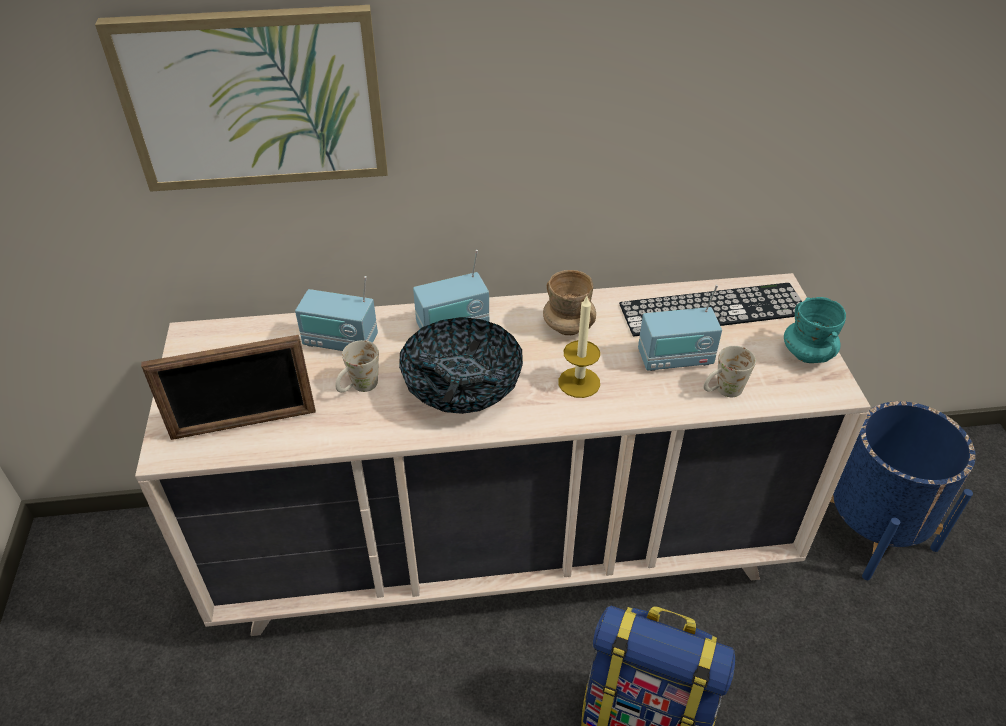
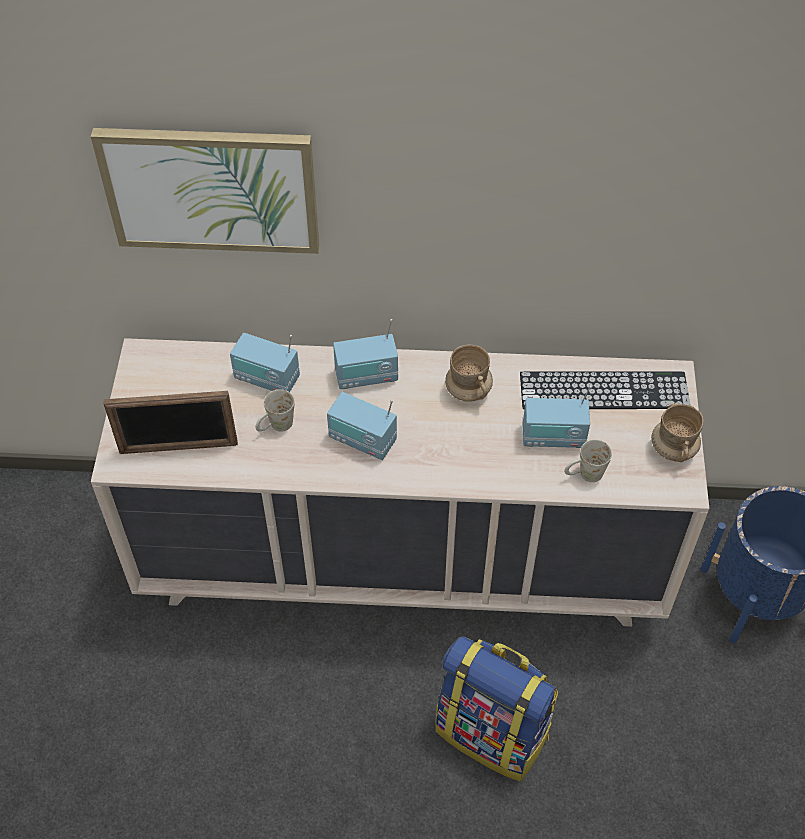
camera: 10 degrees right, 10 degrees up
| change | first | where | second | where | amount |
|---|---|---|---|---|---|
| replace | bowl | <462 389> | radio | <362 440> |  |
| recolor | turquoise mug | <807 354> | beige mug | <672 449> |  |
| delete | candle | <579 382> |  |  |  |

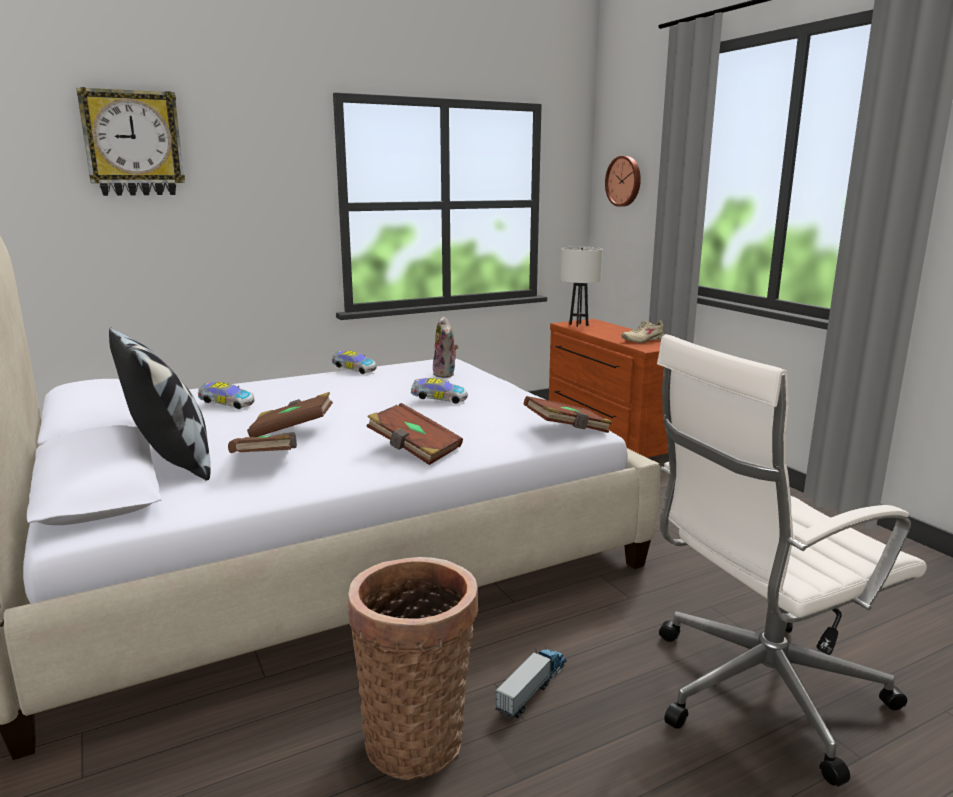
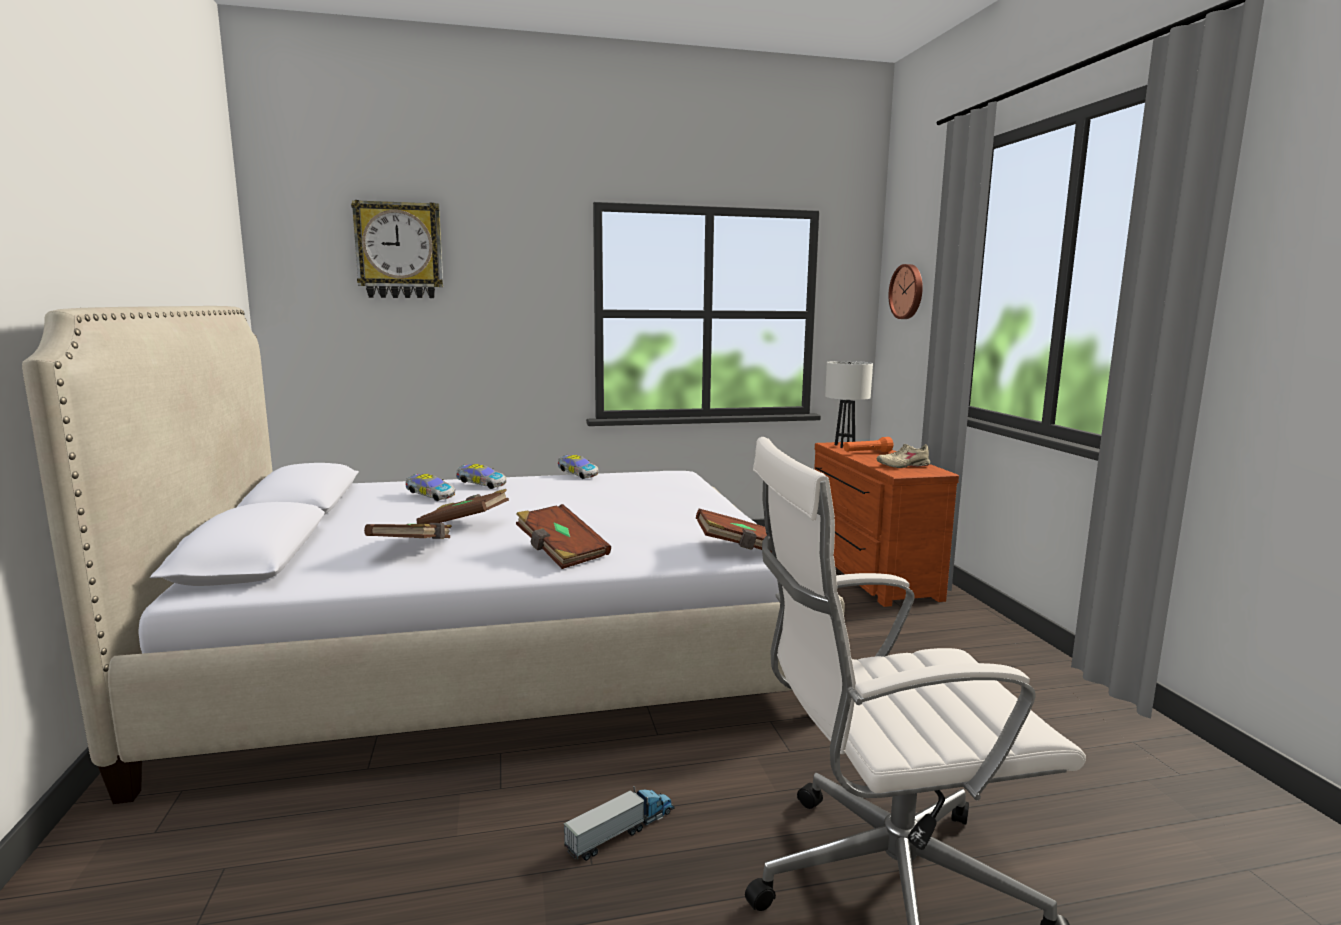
camera: 15 degrees right, 5 degrees down
| change | first | where | second | where | amount |
|---|---|---|---|---|---|
| move | toy car | <438 400> |  | <480 485> |  |
| insert |  |  | orange flashlight | <867 453> |  |
| delete | pillow | <171 461> |  |  |  |
| delete | basket | <417 736> |  |  |  |
| delete | plush toy | <446 374> |  |  |  |

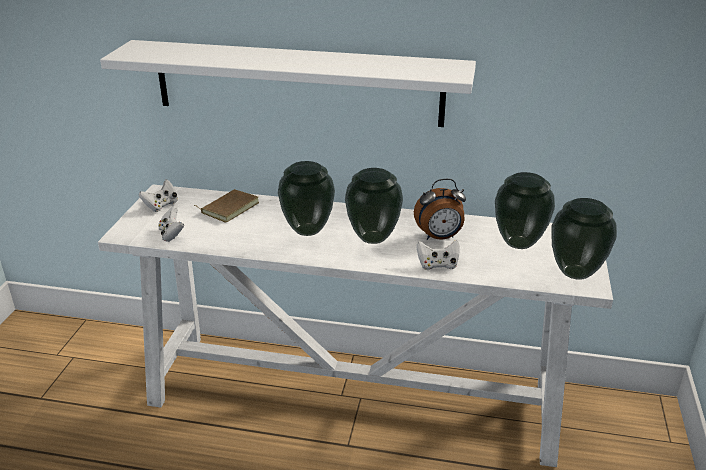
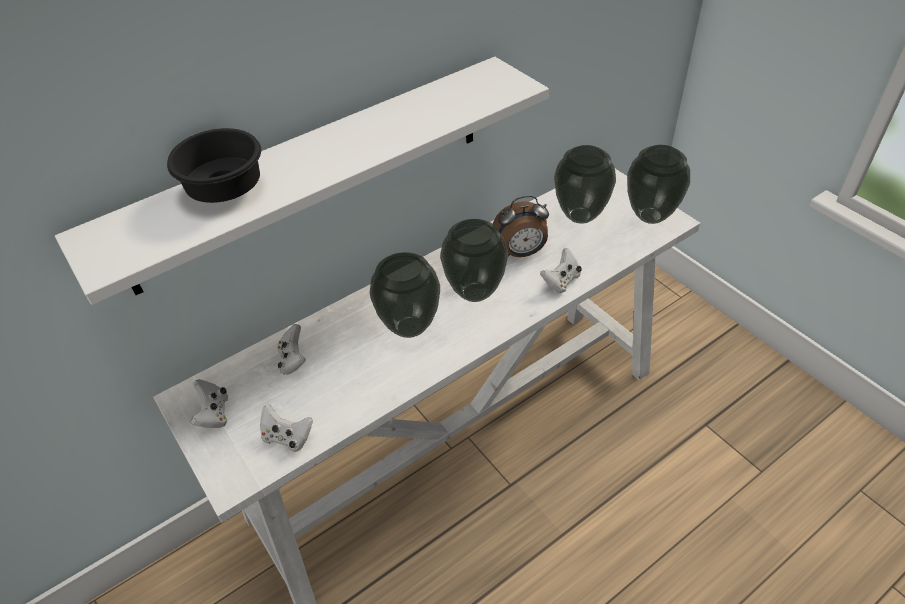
camera: 45 degrees left, 15 degrees up
| change | first | where | second | where | amount |
|---|---|---|---|---|---|
| insert |  |  | black bowl | <226 191> |  |
| replace | brown book | <229 208> | white game controller | <293 360> |  |
| rotate | alarm clock | <439 237> |  | <521 252> | 45 degrees clockwise |

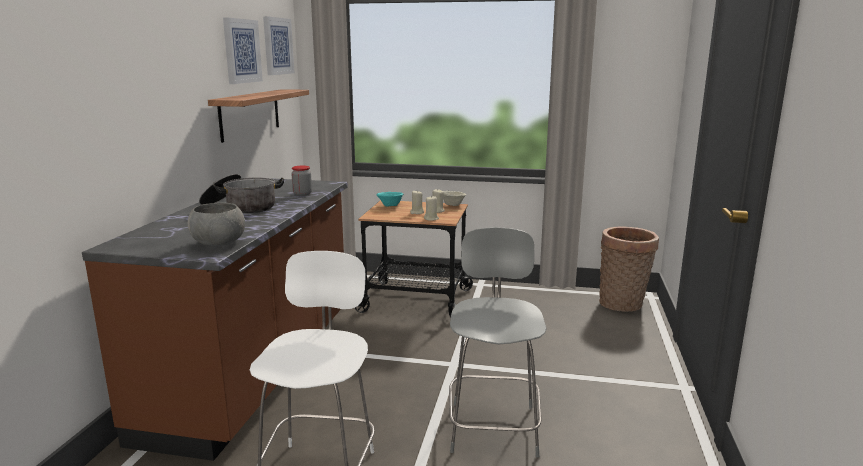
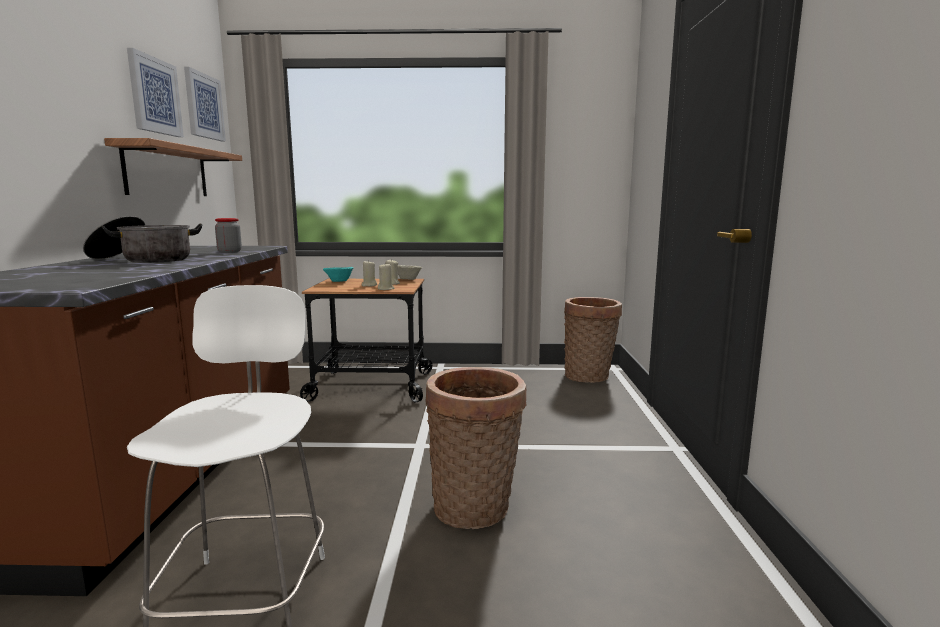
camera: 10 degrees left, 5 degrees down
| change | first | where | second | where | amount |
|---|---|---|---|---|---|
| replace | grey chair | <493 426> | basket | <476 509> |  |
| delete | grey bowl | <218 243> |  |  |  |

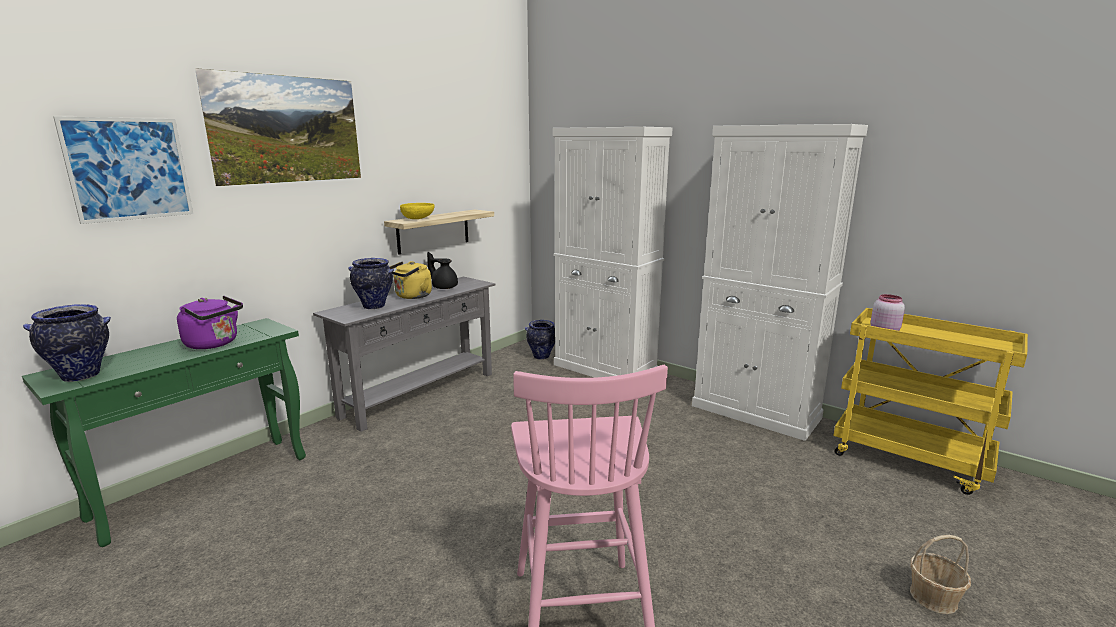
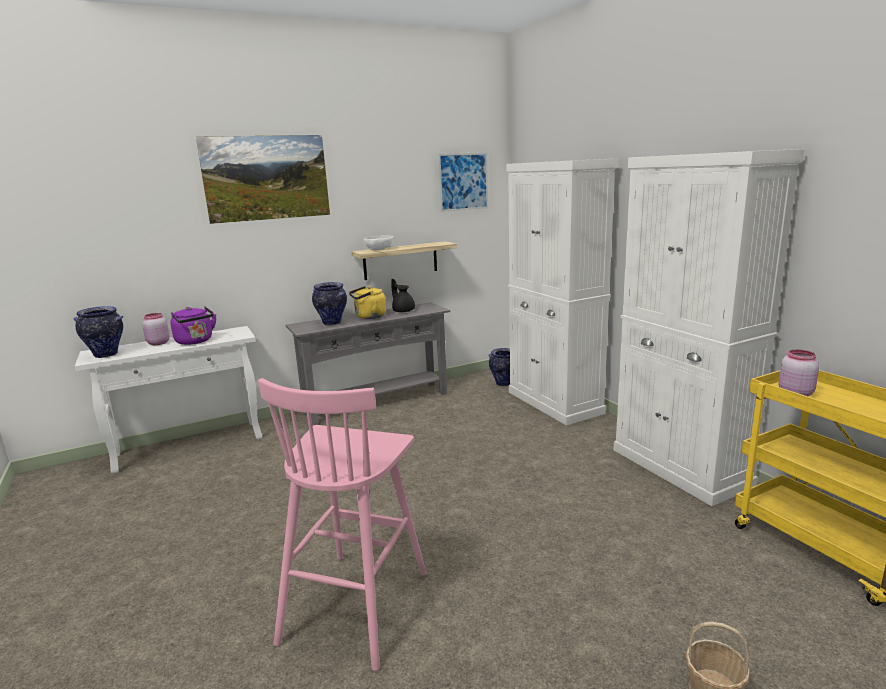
camera: 25 degrees right, 0 degrees up
| change | first | where | second | where | amount |
|---|---|---|---|---|---|
| recolor | green console table | <205 485> | white console table | <190 446> |  |
| insert |  |  | pink jar | <158 343> |  |
| recolor | yellow bowl | <418 219> | white bowl | <379 250> |  |
| move | picture | <129 169> |  | <463 181> |  |

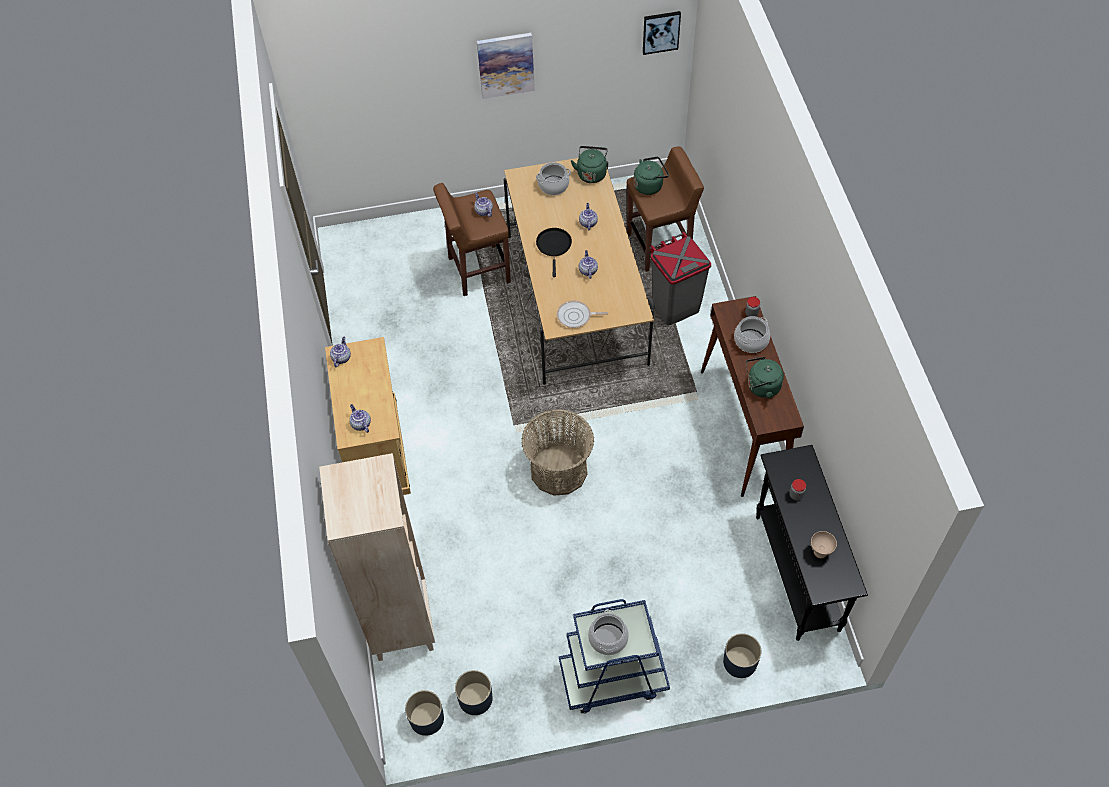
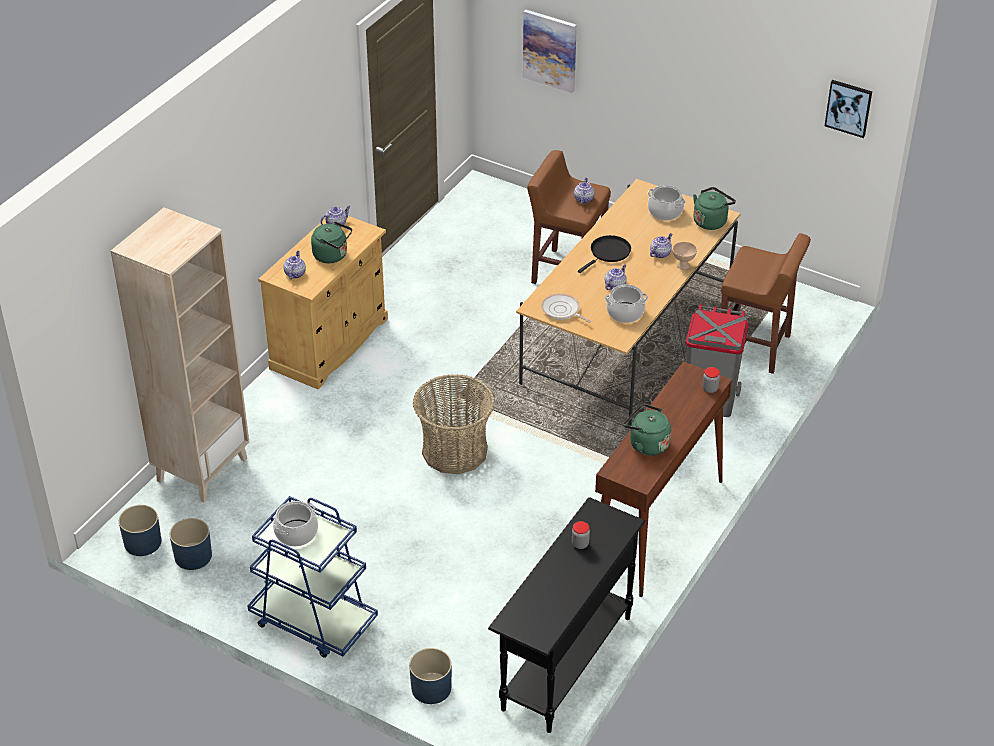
camera: 40 degrees right, 15 degrees down
| change | first | where | second | where | amount |
|---|---|---|---|---|---|
| move | green kettle | <649 185> |  | <332 256> |  |
| move | picture | <506 65> |  | <550 50> |  |
| move | cooking pot | <750 341> |  | <625 312> |  |
| move | beige bowl | <820 552> |  | <682 265> |  |

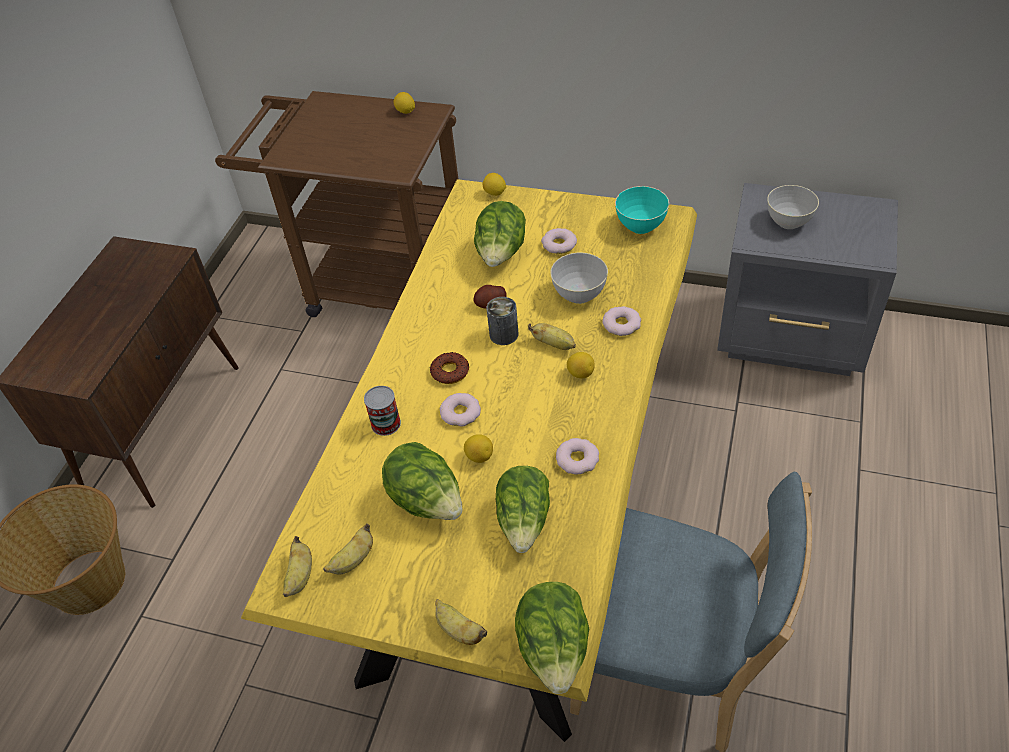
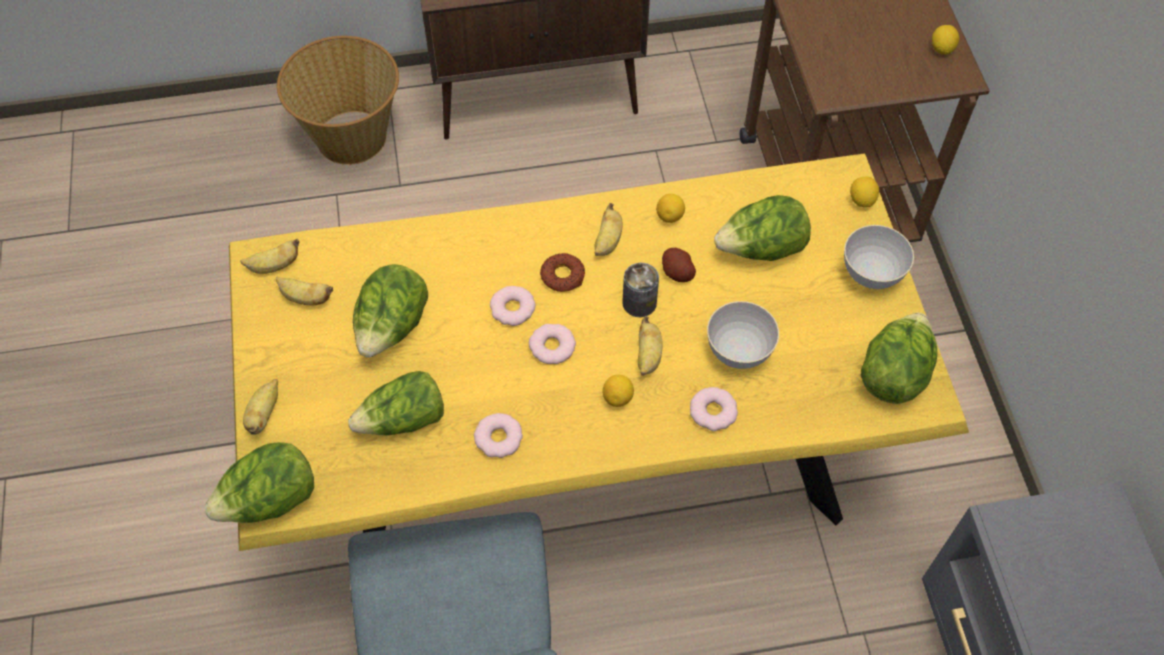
camera: 60 degrees right, 10 degrees up
| change | first | where | second | where | amount |
|---|---|---|---|---|---|
| move | donut | <559 244> |  | <552 347> |  |
| insert |  |  | banana | <607 241> |  |
| move | lemon | <479 456> |  | <670 216> |  |
| move | grey bowl | <788 222> |  | <871 274> |  |
| replace | turquoise bowl | <640 226> | lettuce | <893 374> |  |
| delete | can | <386 423> |  |  |  |

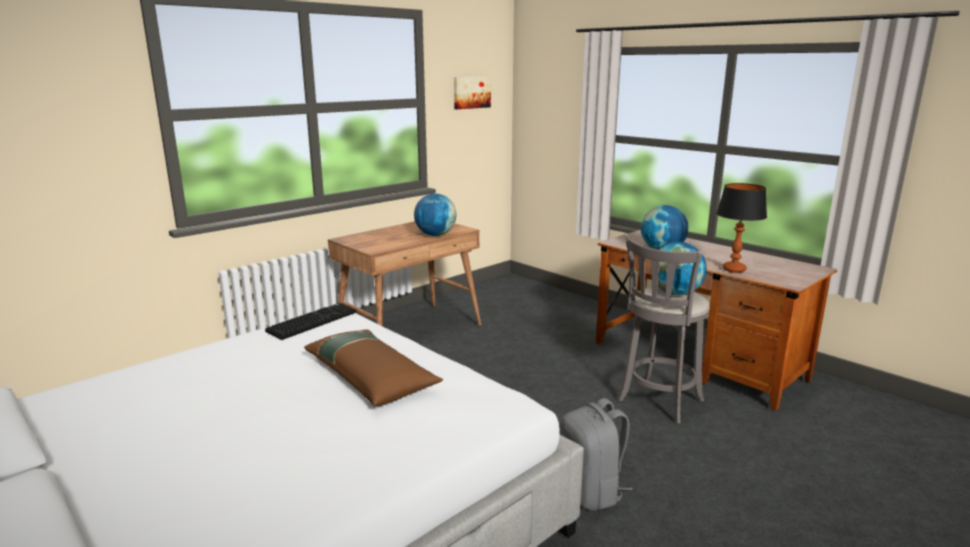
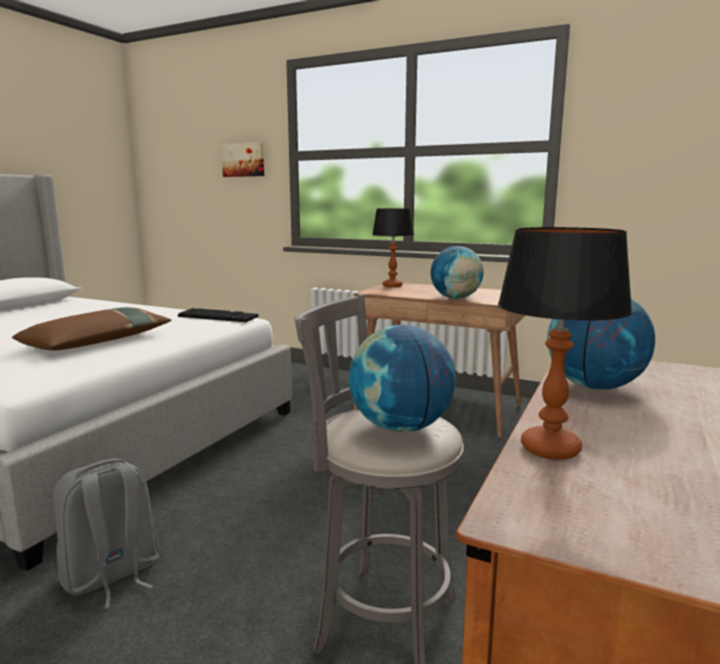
camera: 70 degrees right, 5 degrees down
| change | first | where | second | where | amount |
|---|---|---|---|---|---|
| move | picture | <471 92> |  | <244 160> |  |
| insert |  |  | table lamp | <392 286> |  |

